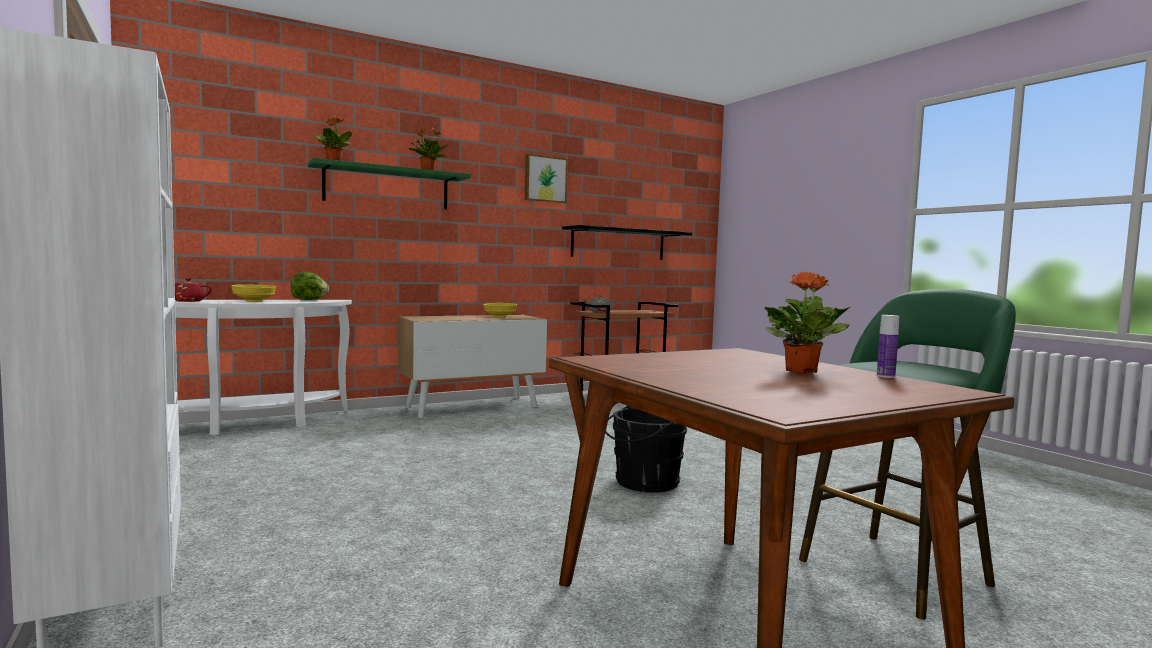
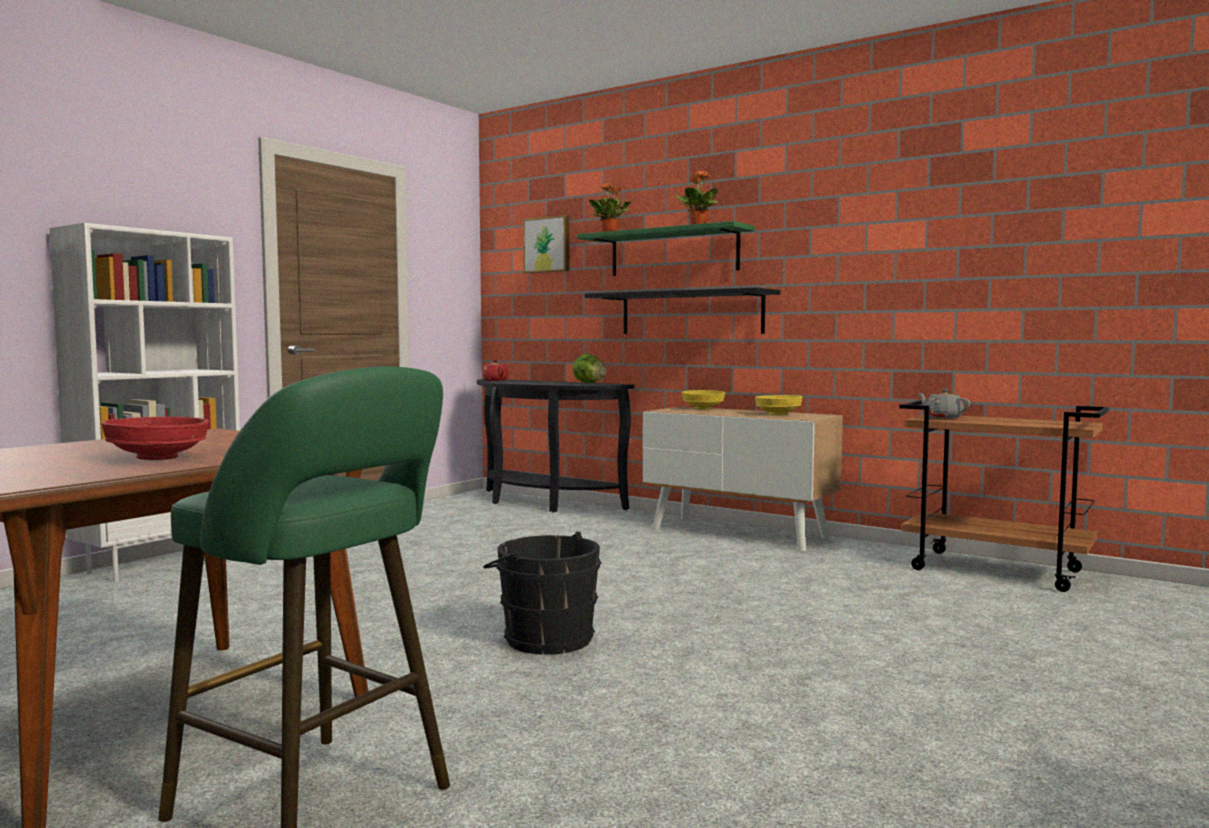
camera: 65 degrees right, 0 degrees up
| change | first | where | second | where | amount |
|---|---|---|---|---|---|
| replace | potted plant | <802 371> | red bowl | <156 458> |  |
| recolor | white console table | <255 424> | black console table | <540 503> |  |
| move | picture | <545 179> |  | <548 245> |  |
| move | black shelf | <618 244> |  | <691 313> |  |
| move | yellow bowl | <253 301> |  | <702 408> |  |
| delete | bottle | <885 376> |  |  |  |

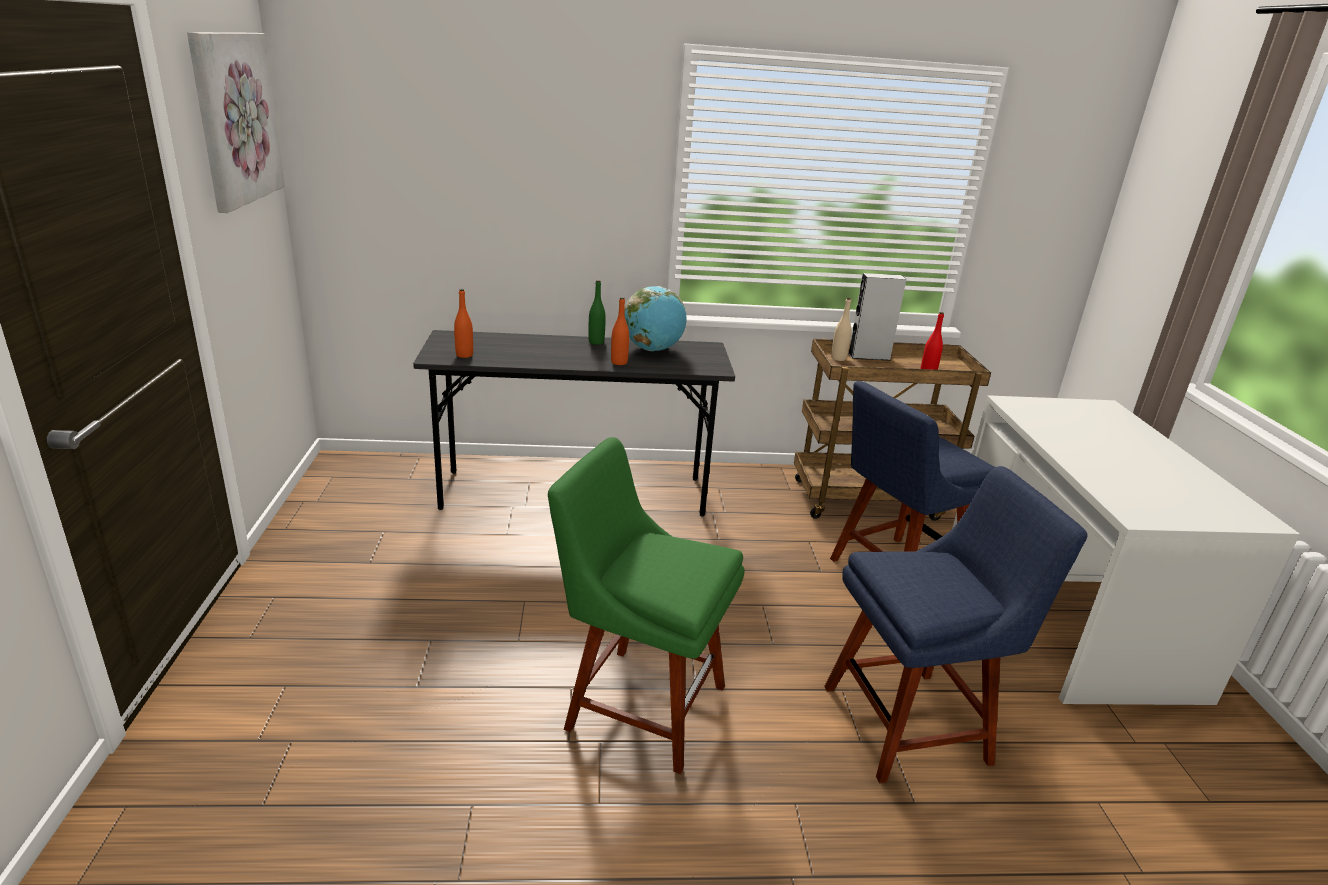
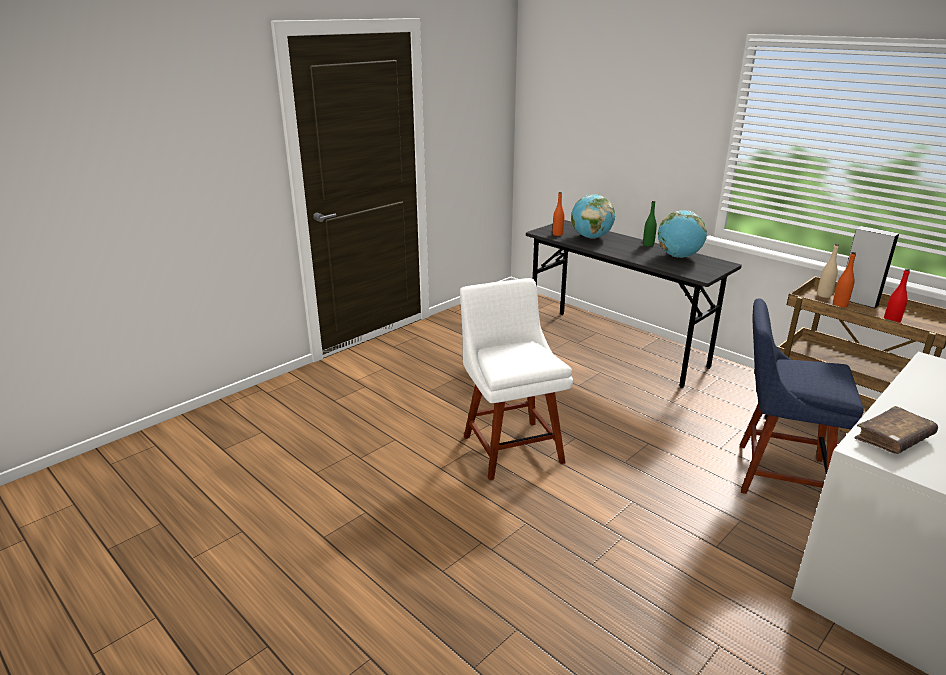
camera: 50 degrees right, 0 degrees up
| change | first | where | second | where | amount |
|---|---|---|---|---|---|
| recolor | green chair | <639 703> | white chair | <510 446> |  |
| insert |  |  | globe | <591 237> |  |
| move | orange bottle | <619 362> |  | <839 305> |  |
| insert |  |  | brown book | <893 439> |  |
| delete | picture | <235 118> |  |  |  |
| delete | blue chair | <913 723> |  |  |  |

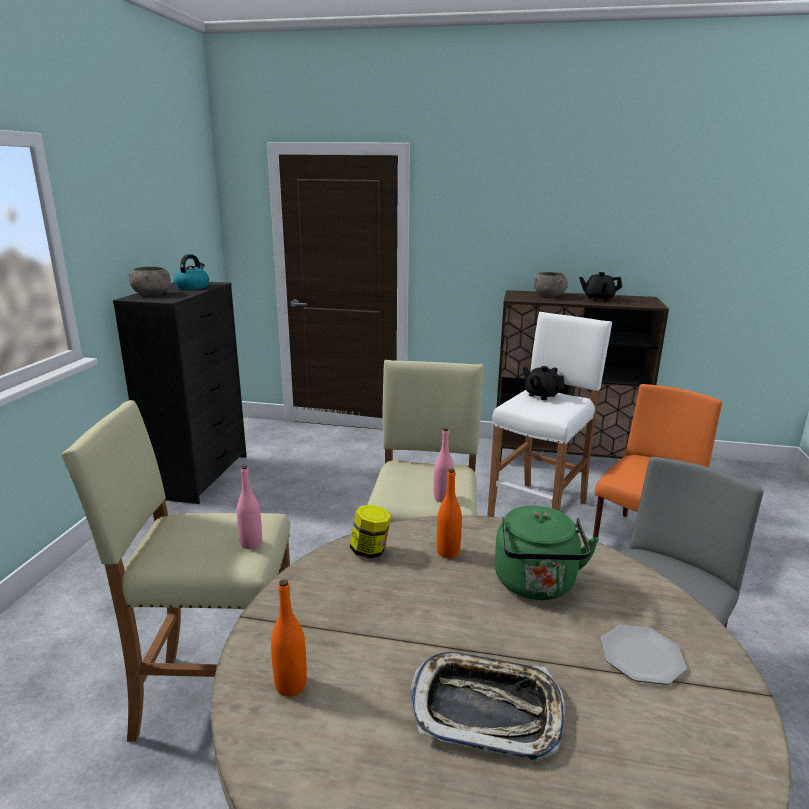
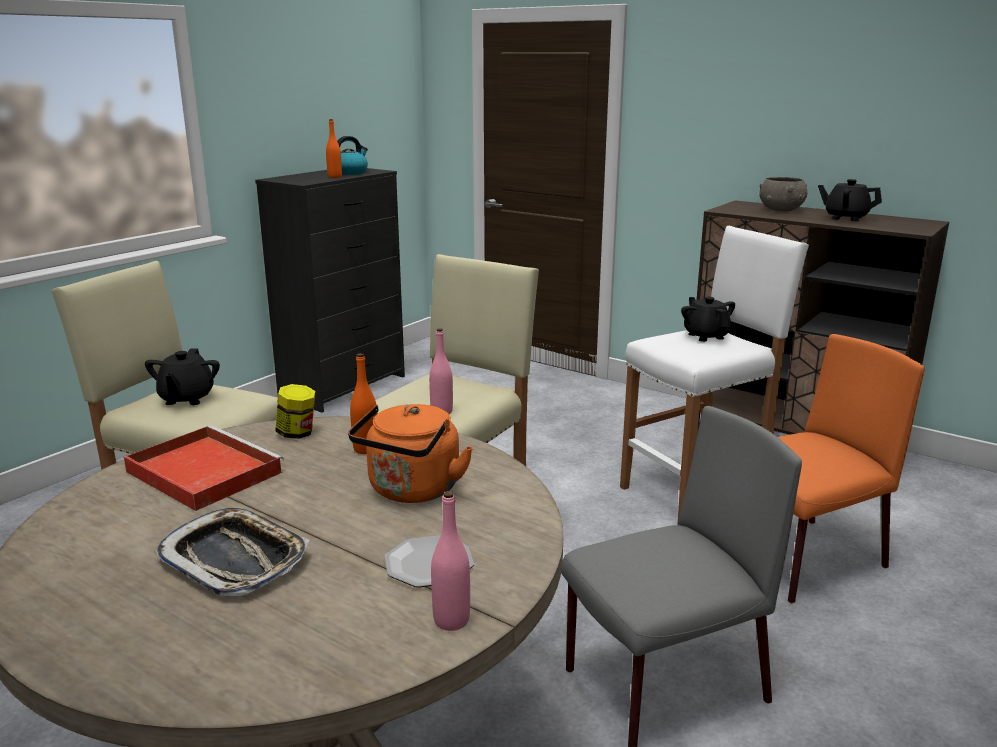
camera: 25 degrees right, 0 degrees up
| change | first | where | second | where | amount |
|---|---|---|---|---|---|
| insert |  |  | red tray | <201 471> |  |
| insert |  |  | black teapot | <186 398> |  |
| move | orange bottle | <291 685> |  | <335 177> |  |
| recolor | green kettle | <536 585> | orange kettle | <412 491> |  |
| move | pink bottle | <251 544> |  | <451 620> |  |
| delete | grey bowl | <152 294> |  |  |  |

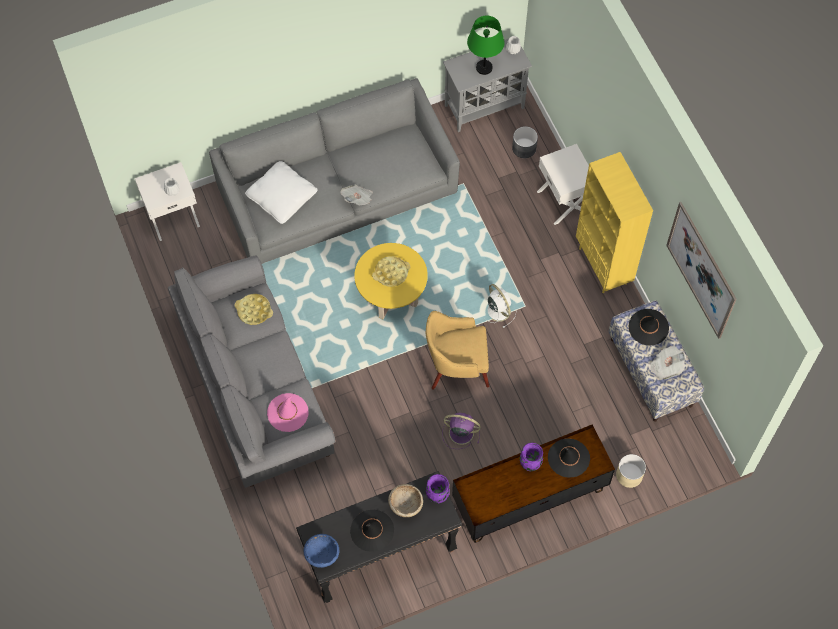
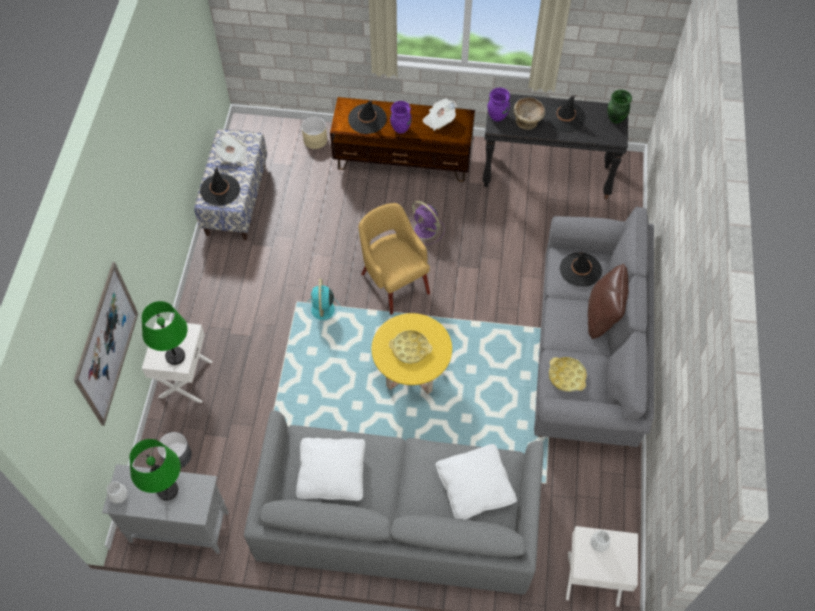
camera: 150 degrees left, 5 degrees down
| change | first | where | second | where | amount |
|---|---|---|---|---|---|
| move | picture | <701 270> |  | <107 344> |  |
| insert |  |  | green table lamp | <175 356> |  |
| insert |  |  | white pillow | <332 473> |  |
| recolor | white fan | <498 309> | turquoise fan | <323 311> |  |
| rotate | yellow armchair | <456 367> |  | <394 281> | 150 degrees counterclockwise |
| move | newspaper | <358 199> |  | <439 120> |  |
| recolor | pink hat | <288 412> | black hat | <580 269> |  |
| insert |  |  | brown pillow | <602 316> |  |
| replace | blue bowl | <322 555> | green vase | <615 118> |  |
| delete | yellow bookcase | <603 266> |  |  |  |

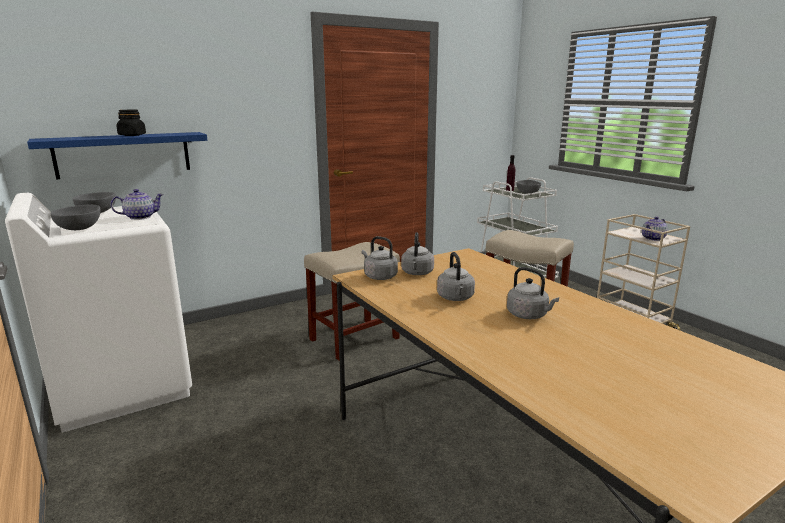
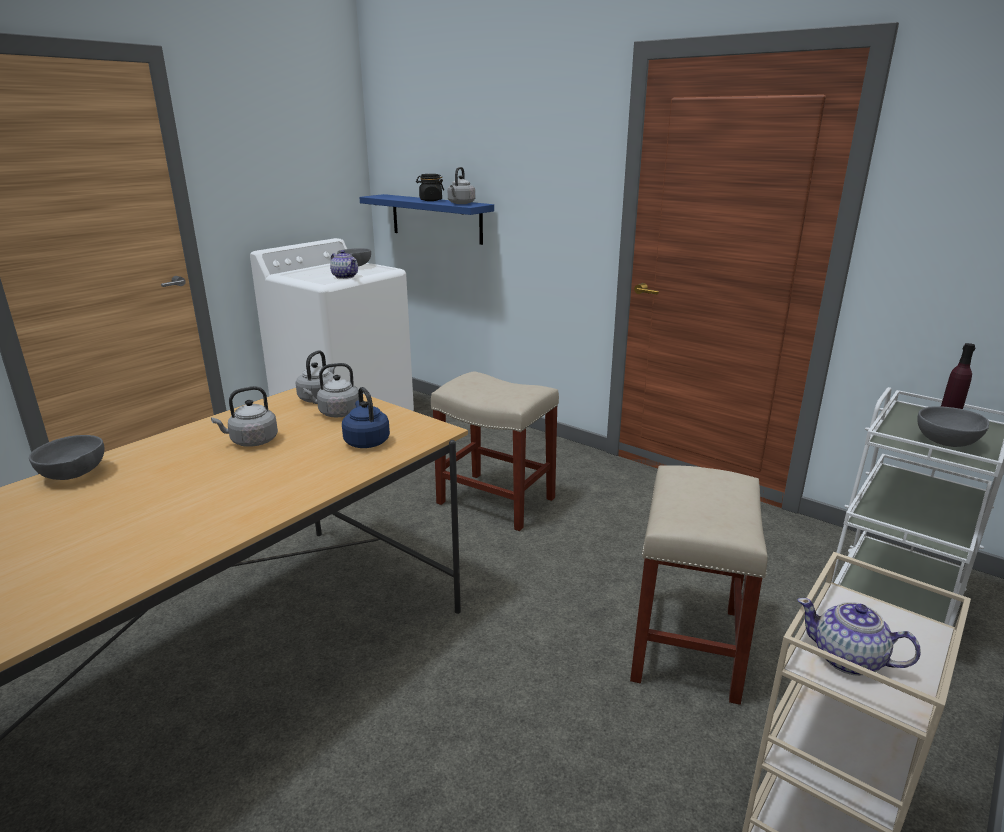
camera: 70 degrees right, 5 degrees up
| change | first | where | second | where | amount |
|---|---|---|---|---|---|
| move | grey bowl | <81 229> |  | <74 475> |  |
| insert |  |  | blue kettle | <366 441> |  |
| move | grey kettle | <529 315> |  | <460 203> |  |

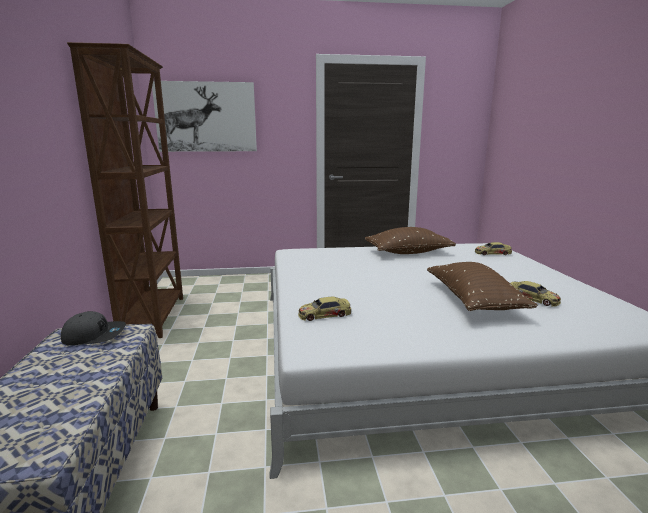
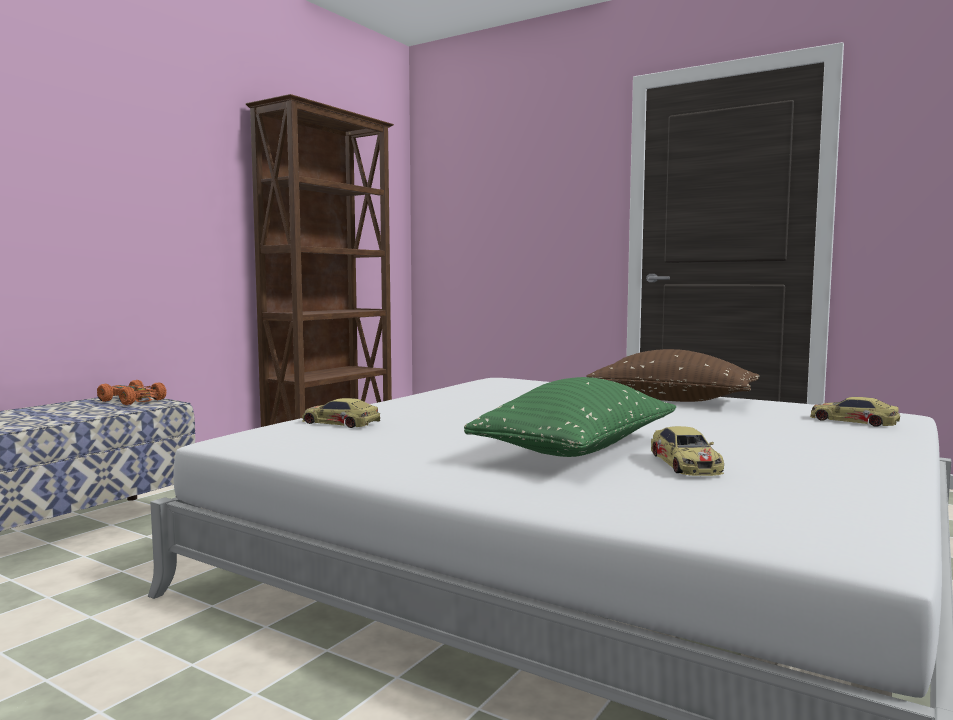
camera: 40 degrees right, 10 degrees down
| change | first | where | second | where | amount |
|---|---|---|---|---|---|
| replace | grey cap | <94 335> | orange toy car | <133 400> |  |
| recolor | brown pillow | <473 301> | green pillow | <577 450> |  |
| delete | picture | <206 117> |  |  |  |

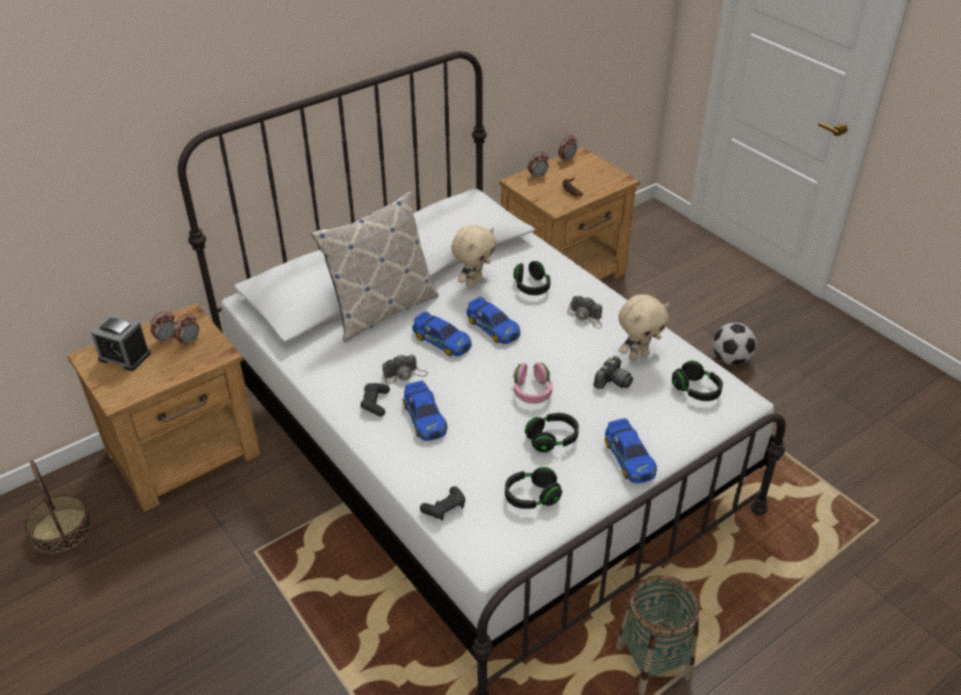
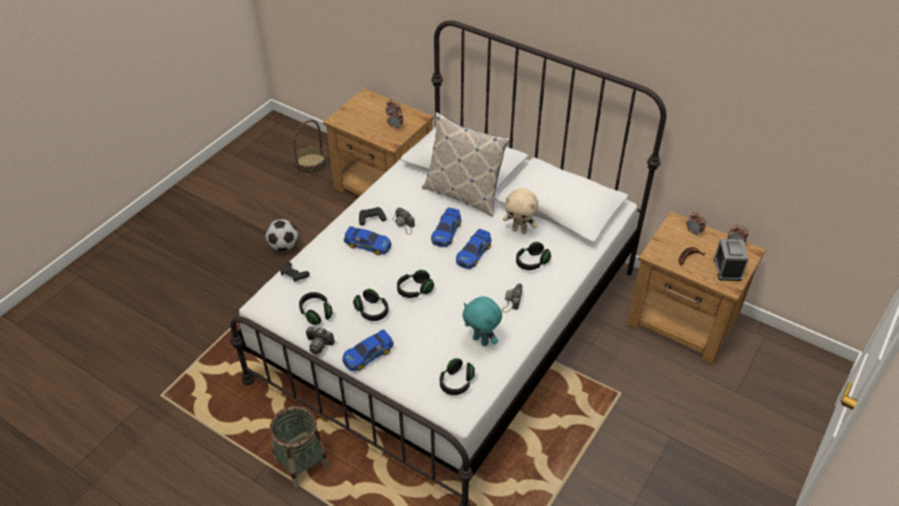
camera: 70 degrees right, 5 degrees up
| change | first | where | second | where | amount |
|---|---|---|---|---|---|
| move | football | <731 359> |  | <284 246> |  |
| move | photo camera | <612 381> |  | <319 344> |  |
| rotate | toy car | <424 417> |  | <368 244> | 120 degrees counterclockwise |
| recolor | pink headphones | <532 391> | black headphones | <415 290> |  |
| recolor | beige plush toy | <638 355> | turquoise plush toy | <481 340> |  |
| move | alarm clock | <124 356> |  | <727 268> |  |

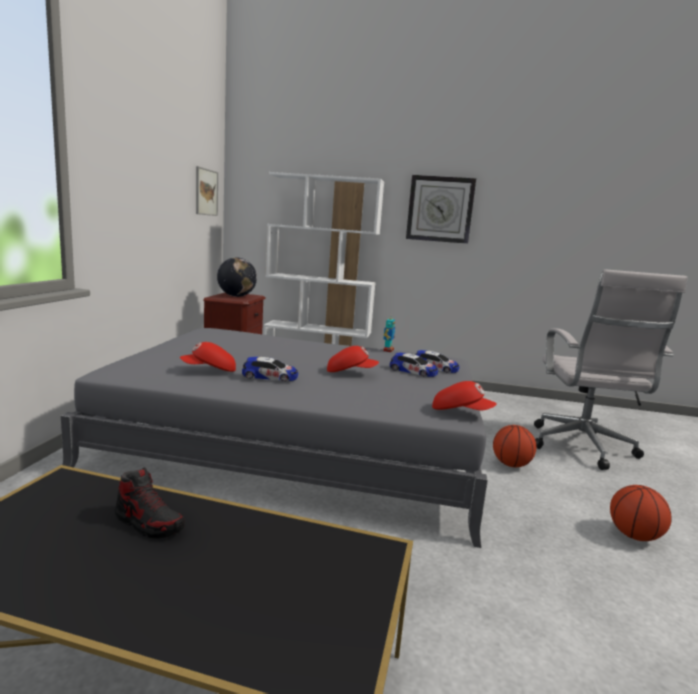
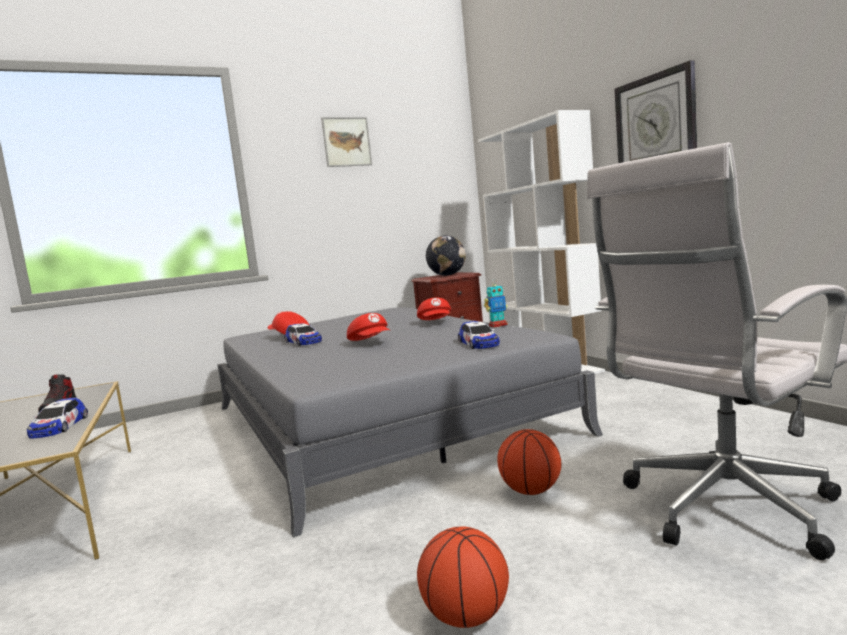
camera: 55 degrees right, 5 degrees down
| change | first | where | second | where | amount |
|---|---|---|---|---|---|
| move | toy car | <413 371> |  | <59 427> |  |
| move | picture | <206 192> |  | <346 142> |  |
| move | red cap | <461 412> |  | <436 322> |  |

